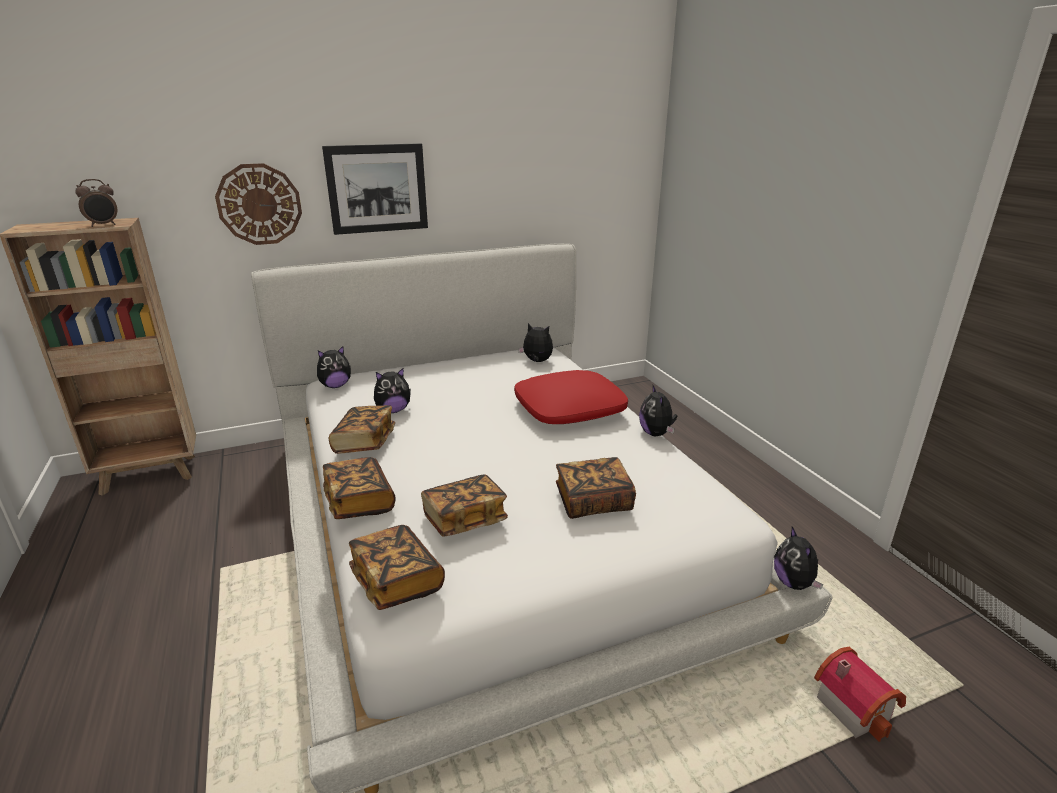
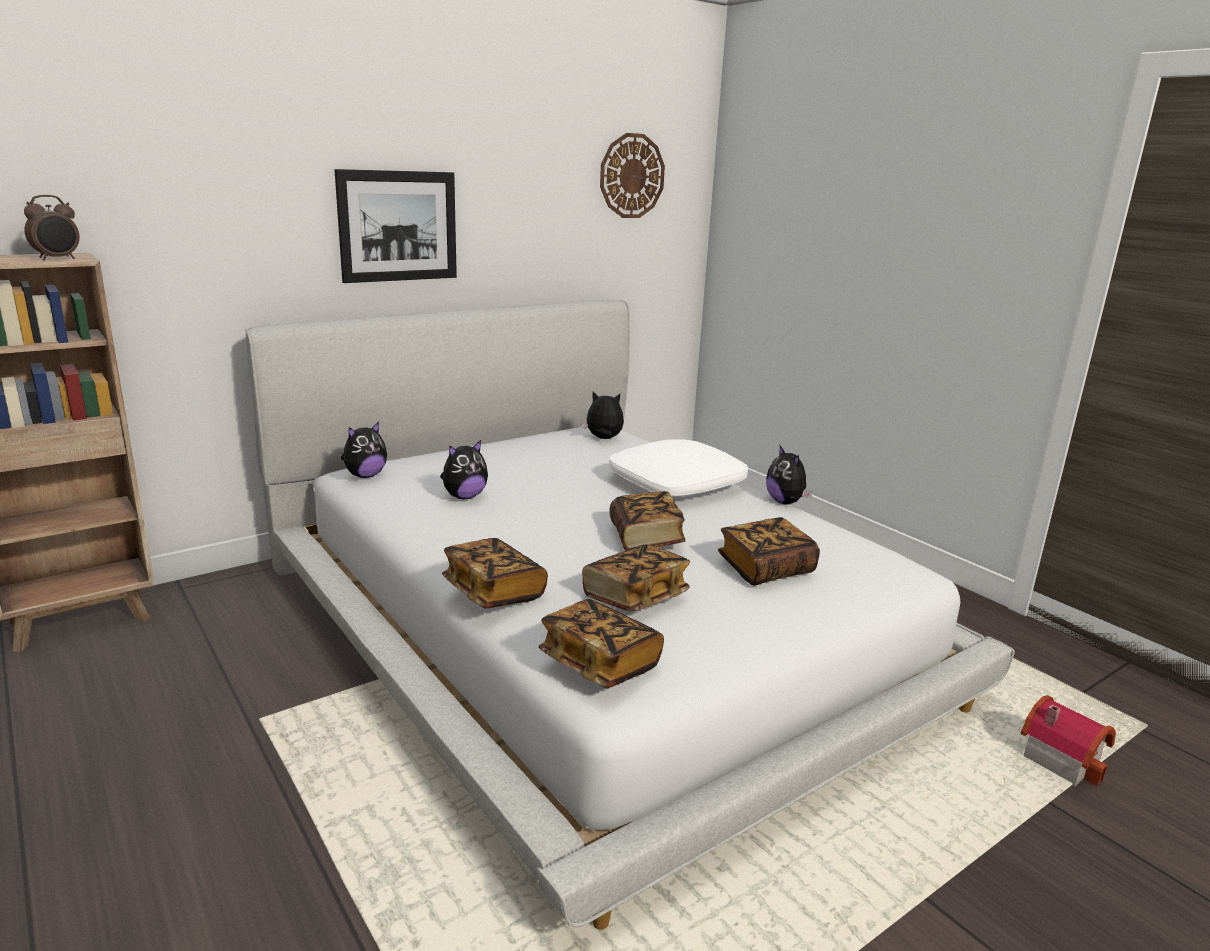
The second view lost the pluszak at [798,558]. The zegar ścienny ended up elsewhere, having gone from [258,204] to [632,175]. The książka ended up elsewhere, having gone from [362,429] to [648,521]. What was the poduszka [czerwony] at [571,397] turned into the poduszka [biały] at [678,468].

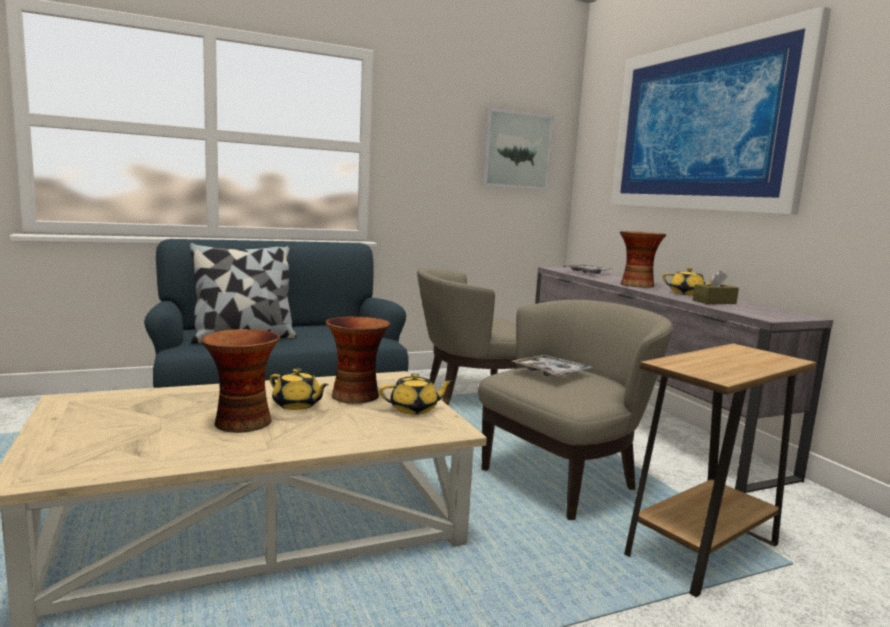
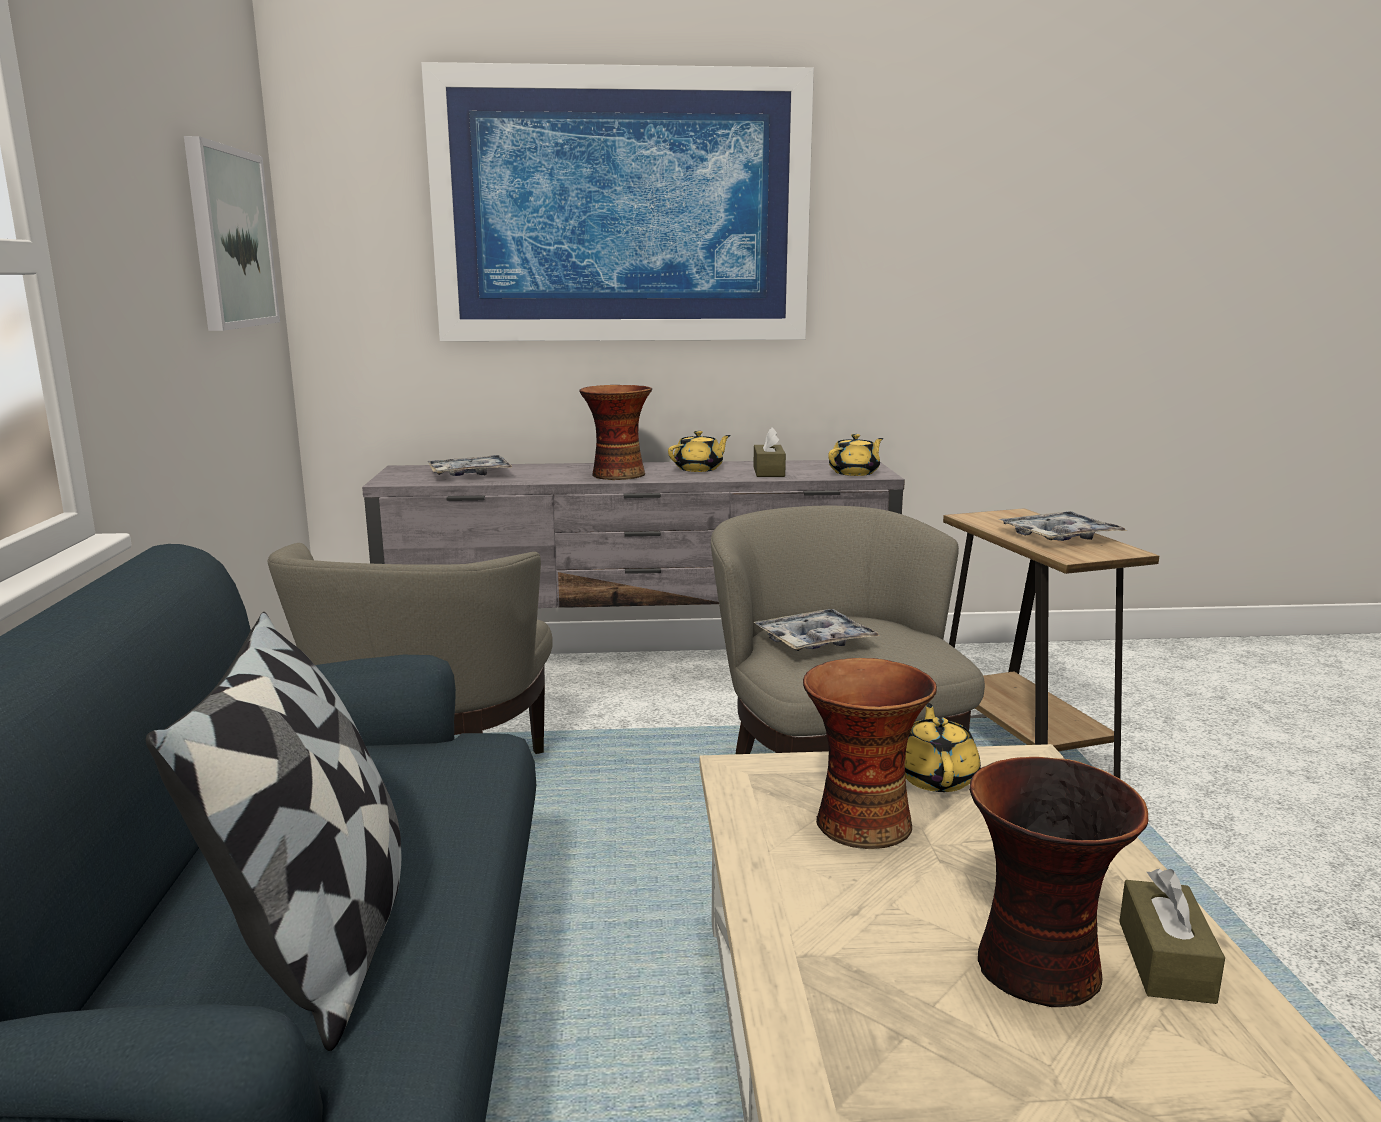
The second view gained the taca at [1062,526]. The second view gained the pudełko chusteczek [brązowy] at [1172,936]. The imbryk [żółty] ended up elsewhere, having gone from [299,389] to [855,455].

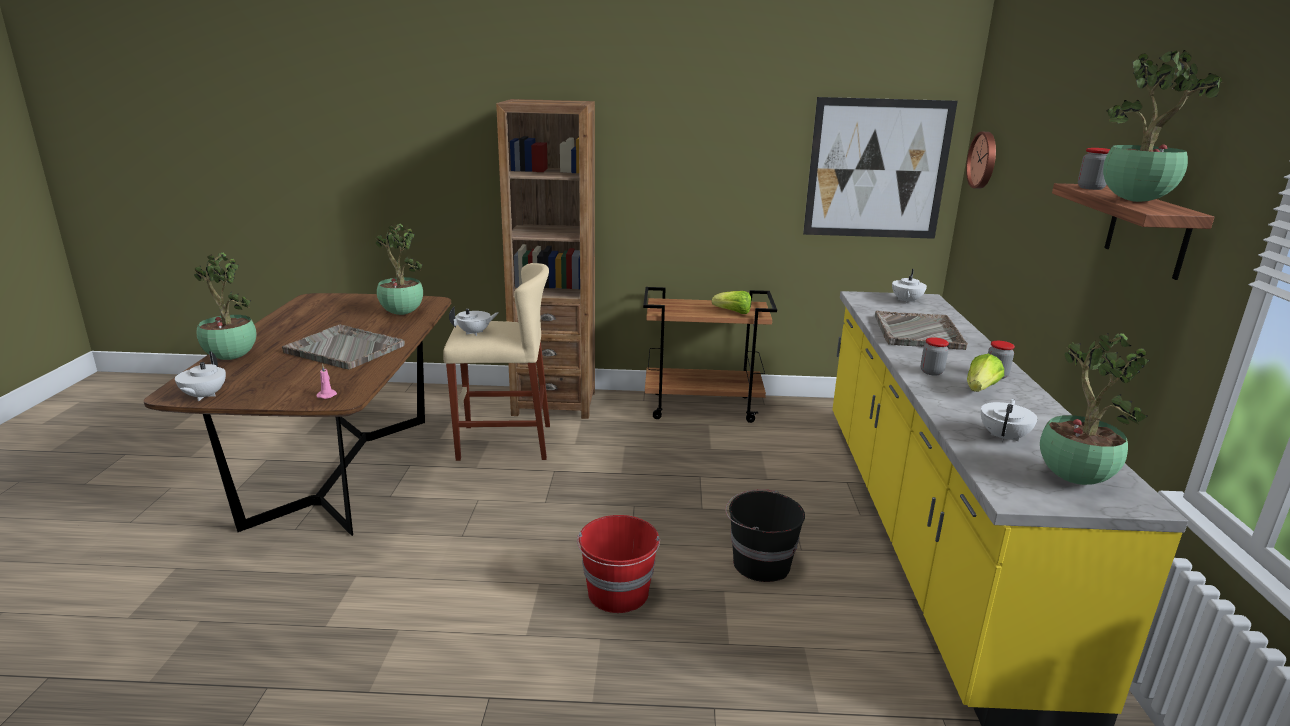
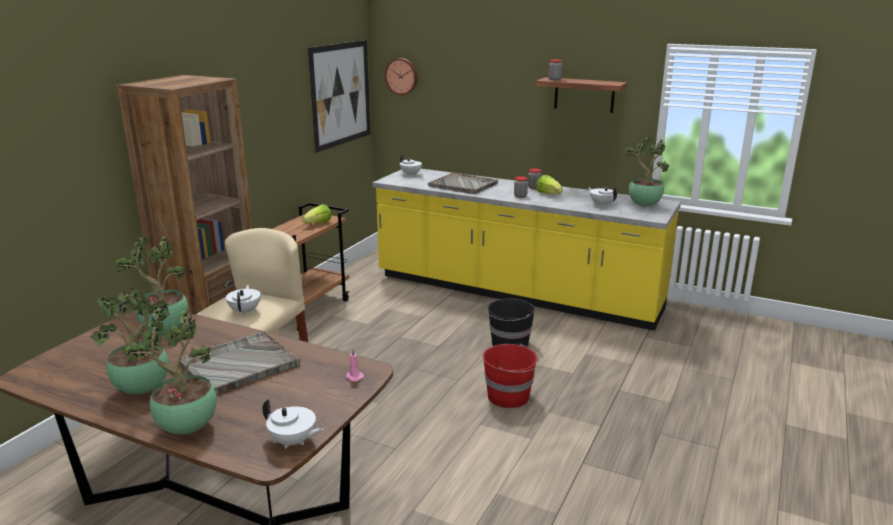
The roślina doniczkowa ended up elsewhere, having gone from [1163,126] to [130,341].

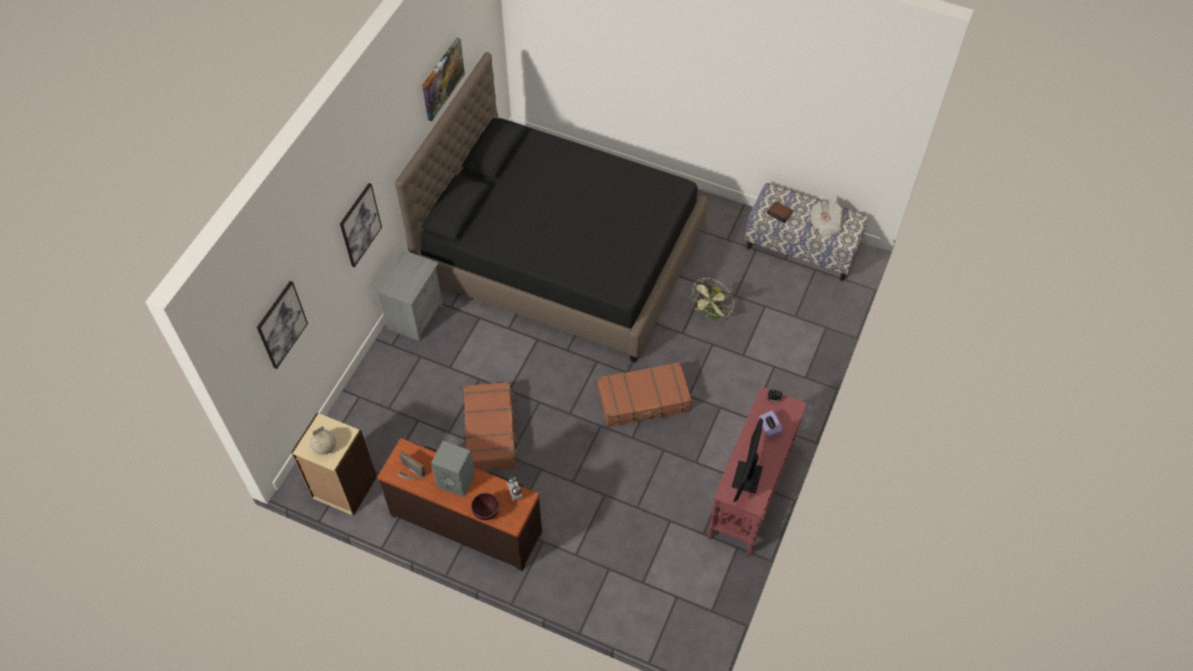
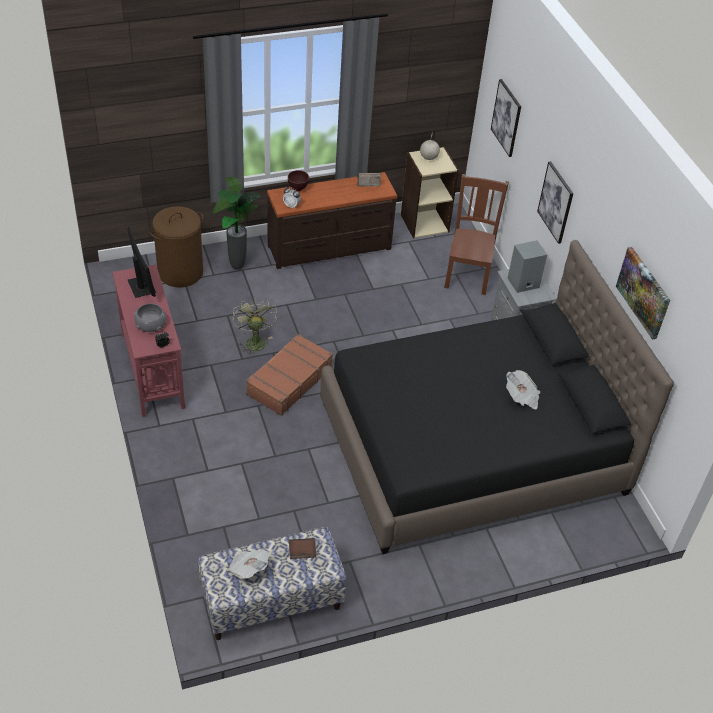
The second view lost the walizka [brązowy] at [491,426]. The second view gained the kosz na pranie [brązowy] at [176,247]. The second view gained the roślina doniczkowa at [237,223]. The second view gained the krzesło [brązowy] at [476,234]. The second view gained the gazeta at [523,390]. The głośnik [szary] ended up elsewhere, having gone from [453,469] to [527,266]. The wentylator [zielony] ended up elsewhere, having gone from [712,299] to [255,327]. Where the pudełko chusteczek [fioletowy] stood at [771,424], the miska [szary] came to stand at [149,318].

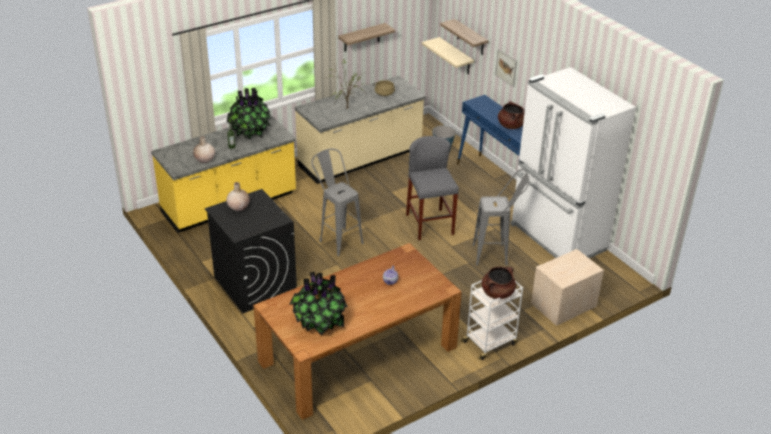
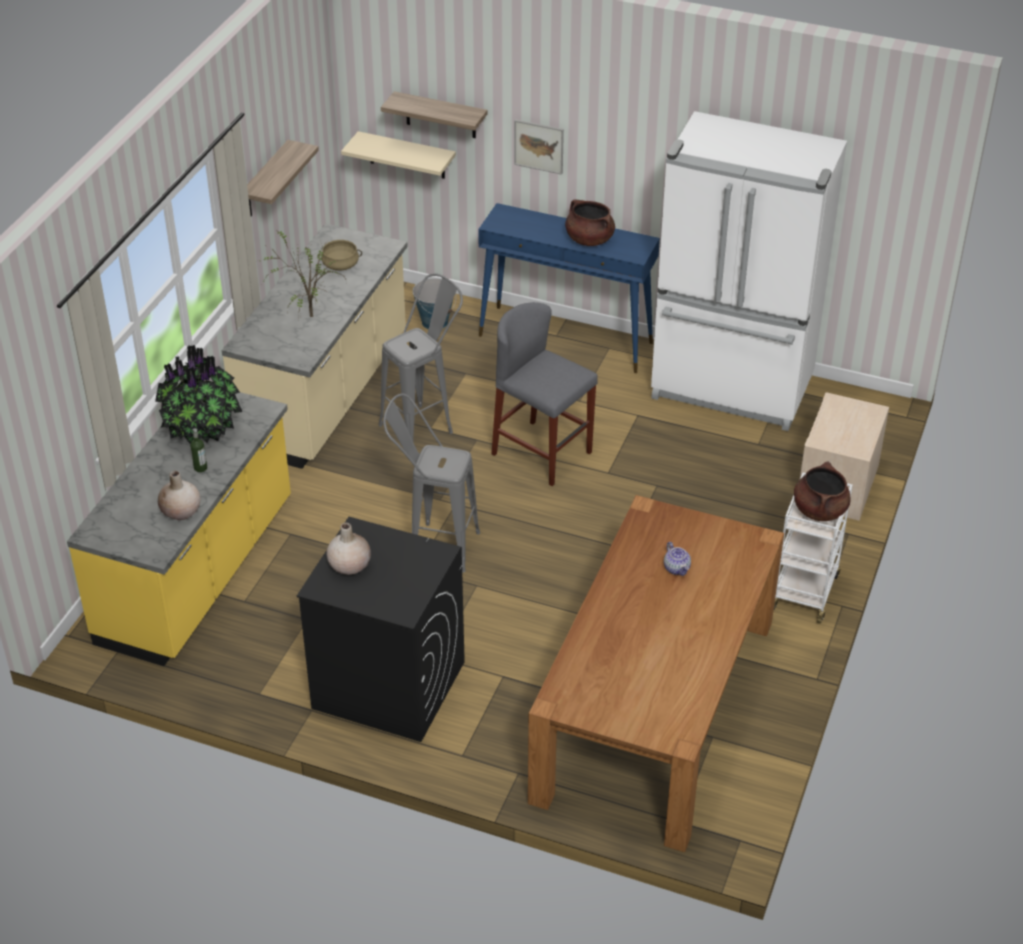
The second view lost the roślina doniczkowa at [318,303]. The stołek [szary] ended up elsewhere, having gone from [501,217] to [421,356].

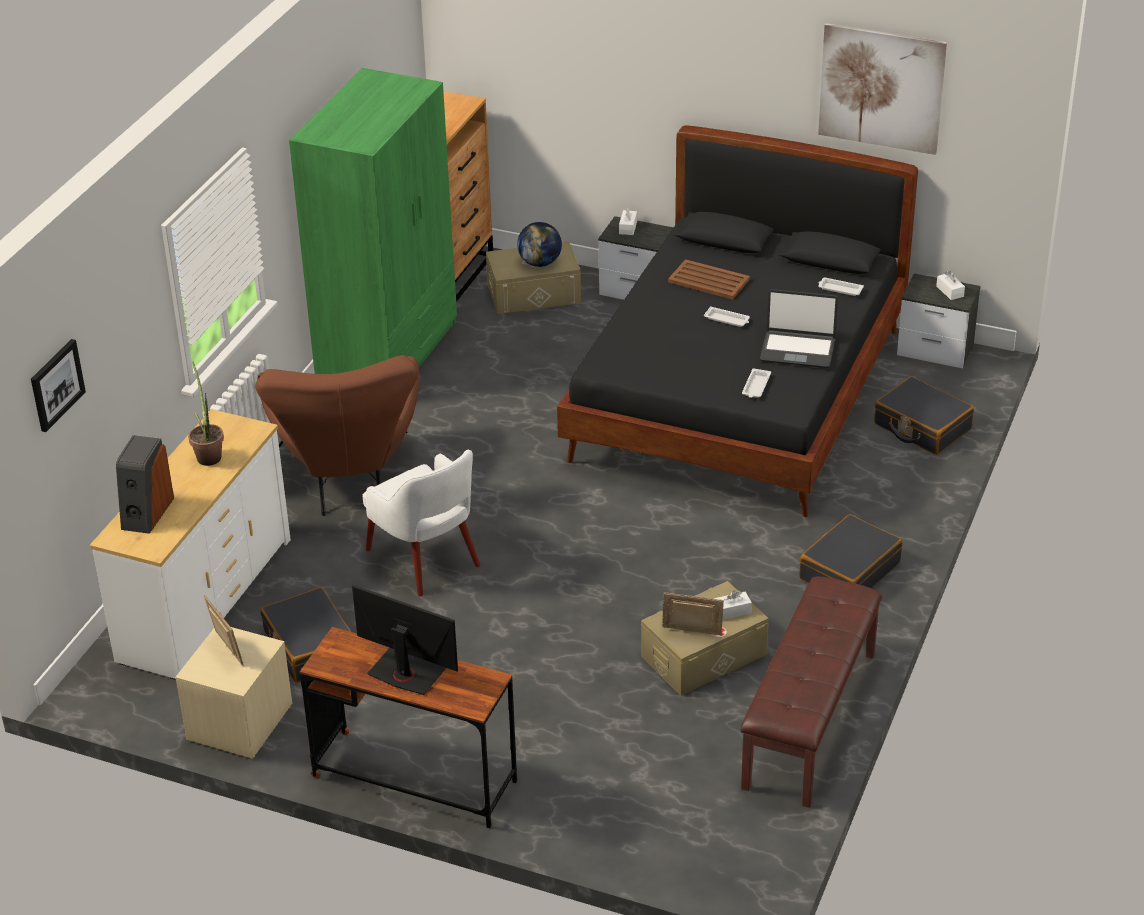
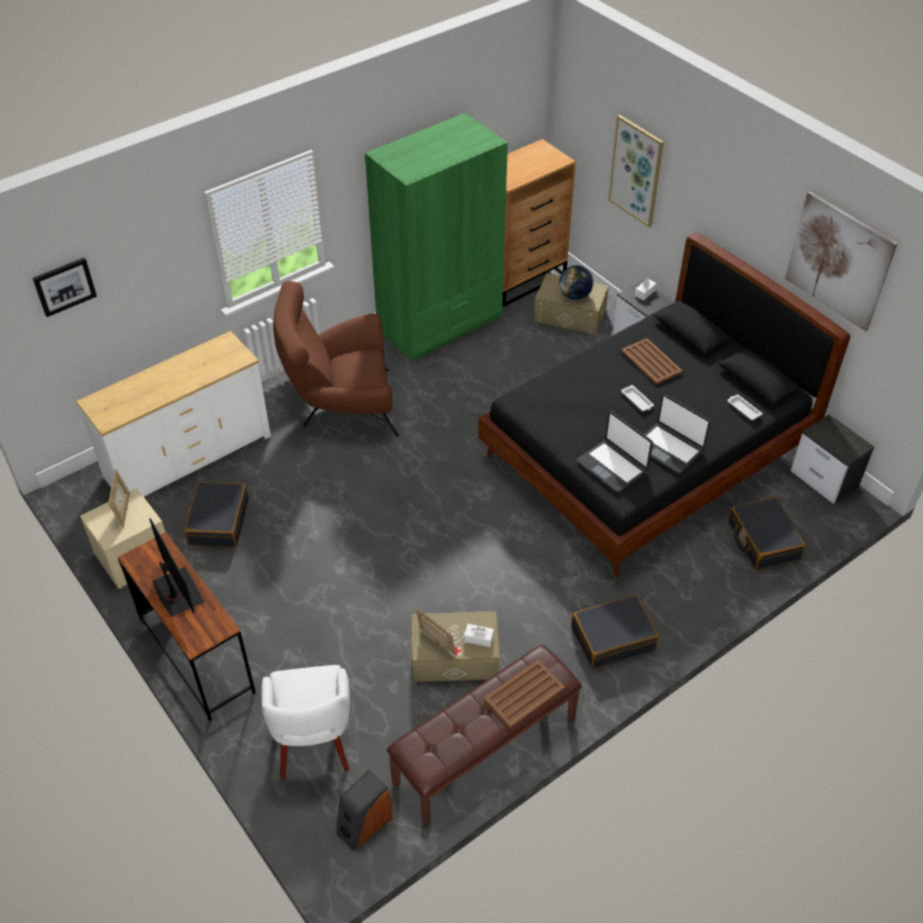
The second view lost the roślina doniczkowa at [206,414]. The second view lost the pudełko chusteczek [biały] at [950,285]. The second view gained the taca [brązowy] at [524,694]. The second view gained the obraz at [636,171]. The głośnik ended up elsewhere, having gone from [145,484] to [364,811]. The fotel [biały] ended up elsewhere, having gone from [421,523] to [305,722]. Where the taca [biały] stood at [756,383], the laptop came to stand at [615,452]. The fotel [brązowy] at [337,435] ended up facing another way, 60 degrees clockwise from before.

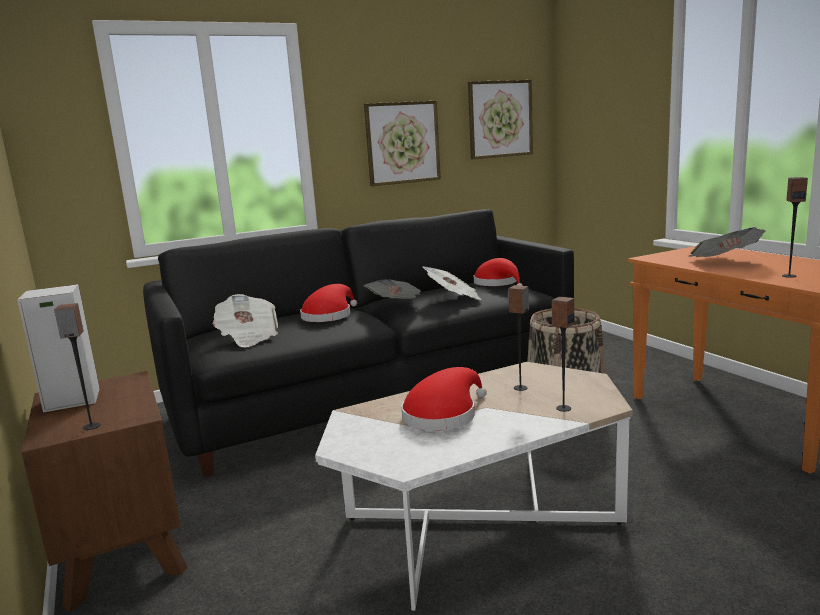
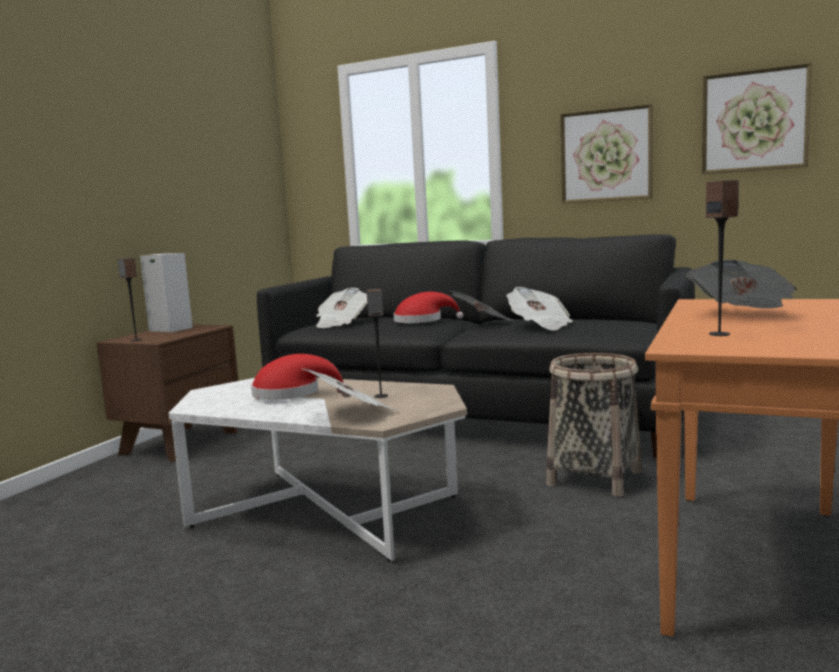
The second view lost the kapelusz [czerwony] at [498,272]. Where the głośnik stood at [563,354], the gazeta came to stand at [348,389].

